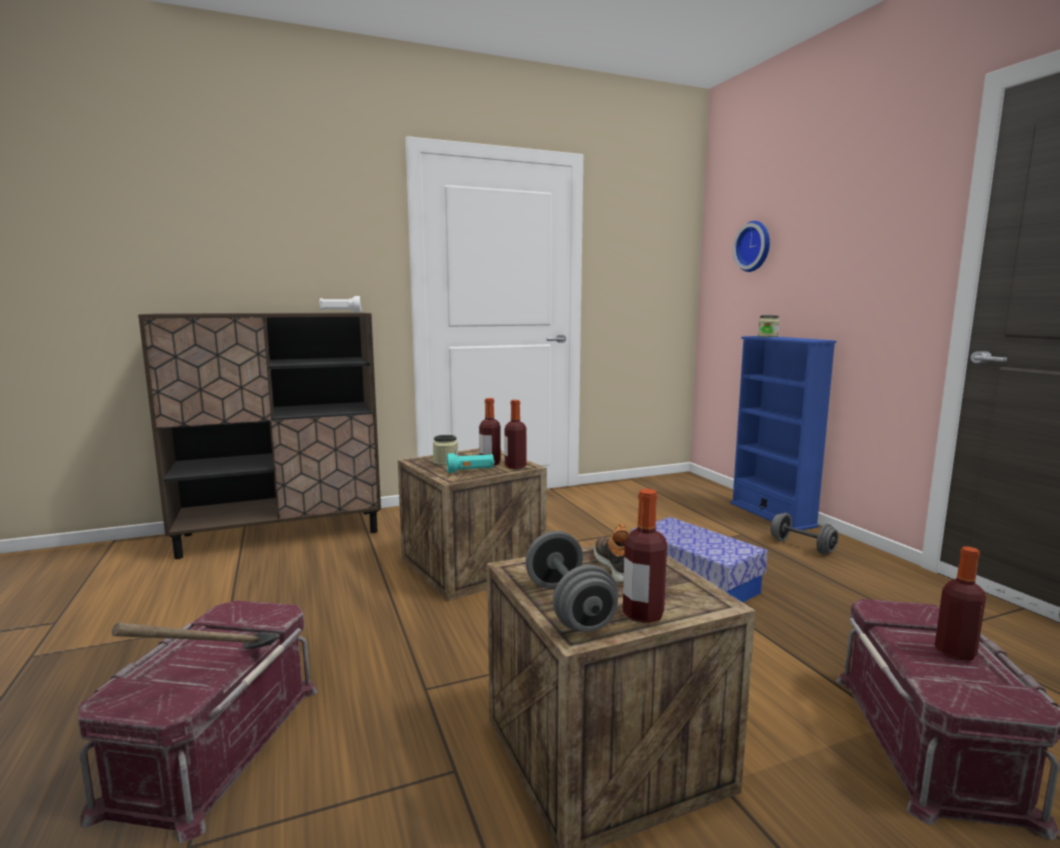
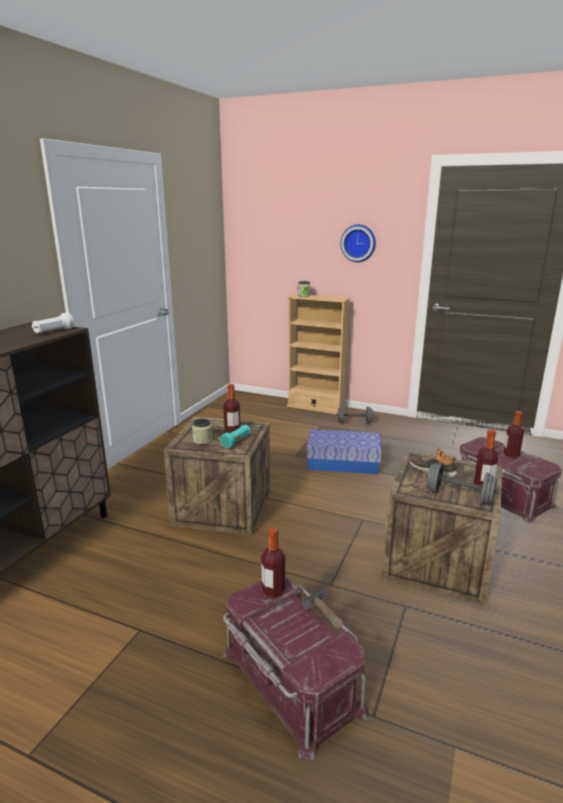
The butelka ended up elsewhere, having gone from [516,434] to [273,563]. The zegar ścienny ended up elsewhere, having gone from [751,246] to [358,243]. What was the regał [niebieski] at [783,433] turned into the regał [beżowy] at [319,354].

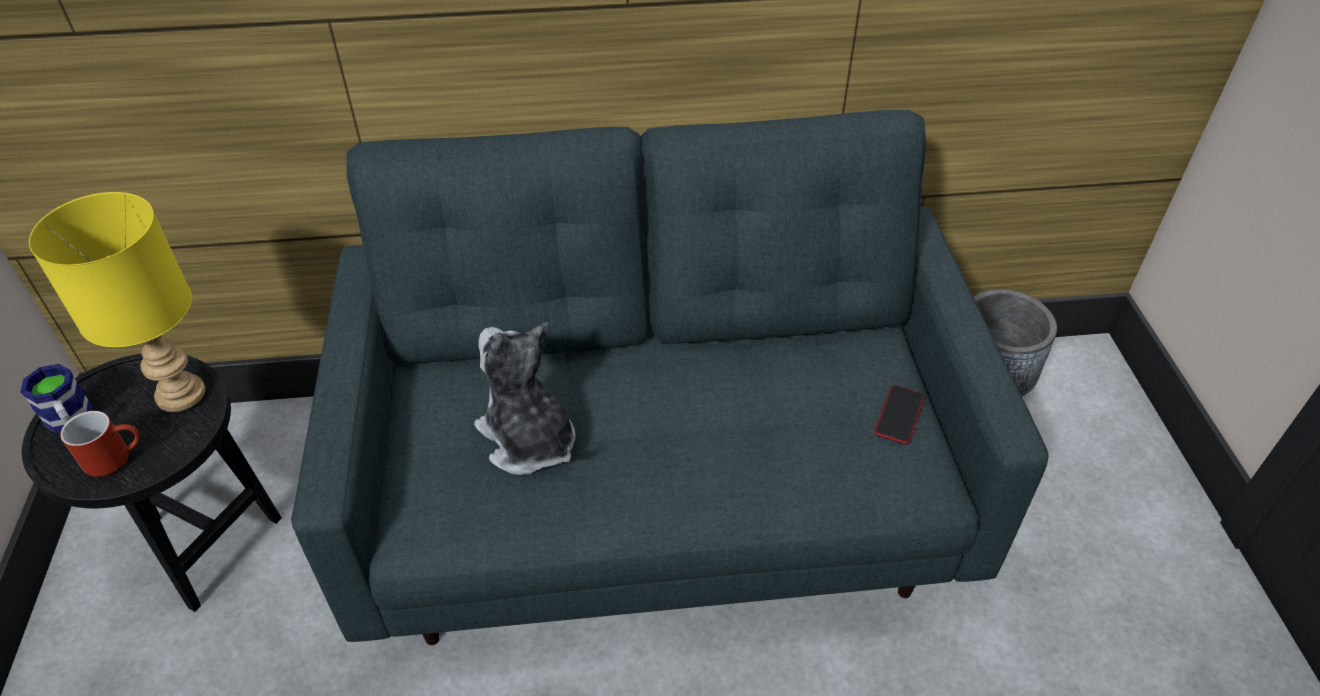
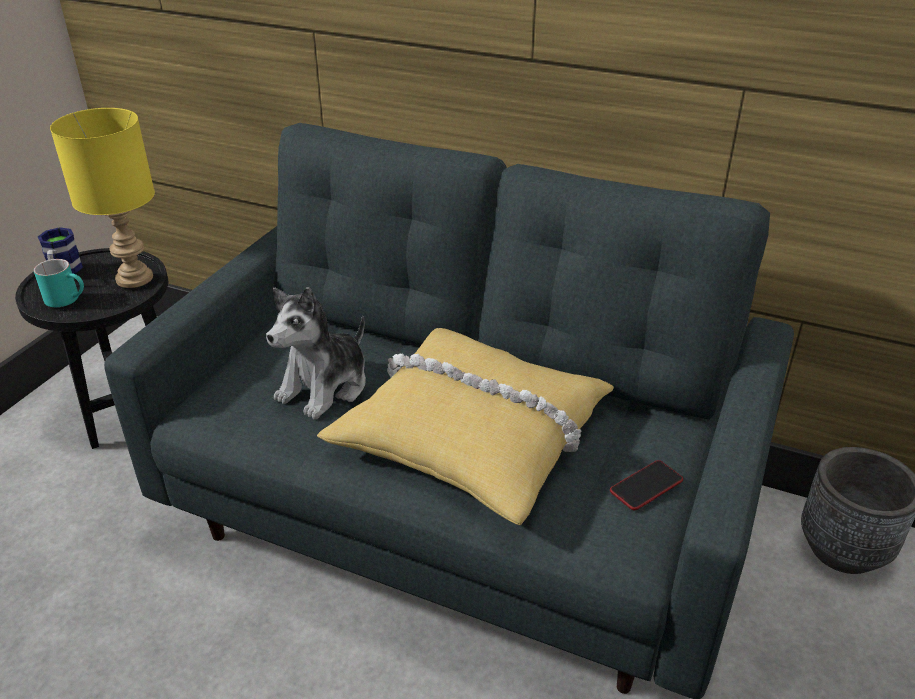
The second view gained the poduszka [żółty] at [465,426]. What was the kubek [czerwony] at [100,444] turned into the kubek [turkusowy] at [59,283]. The pluszak at [525,398] ended up facing another way, 135 degrees counterclockwise from before.

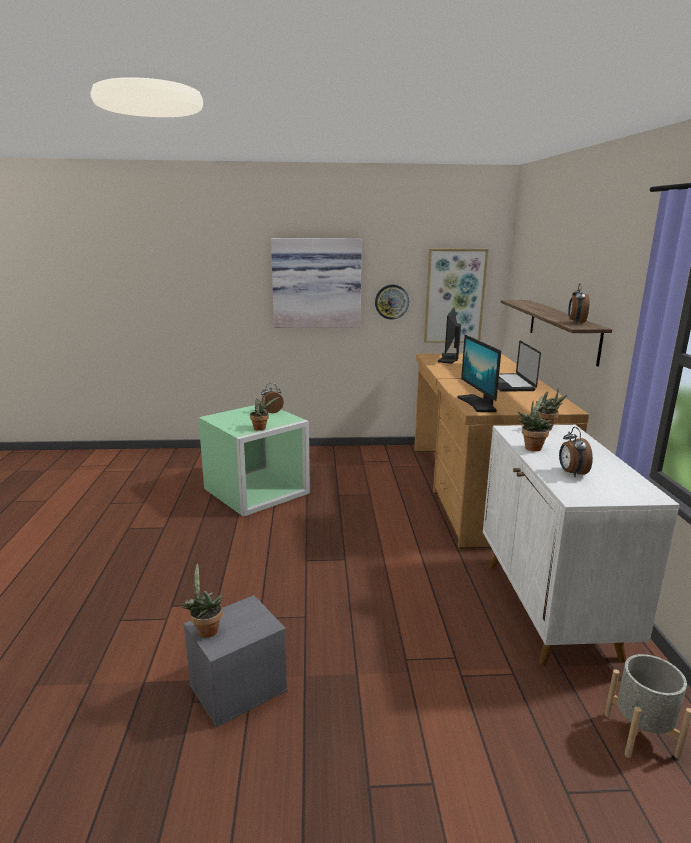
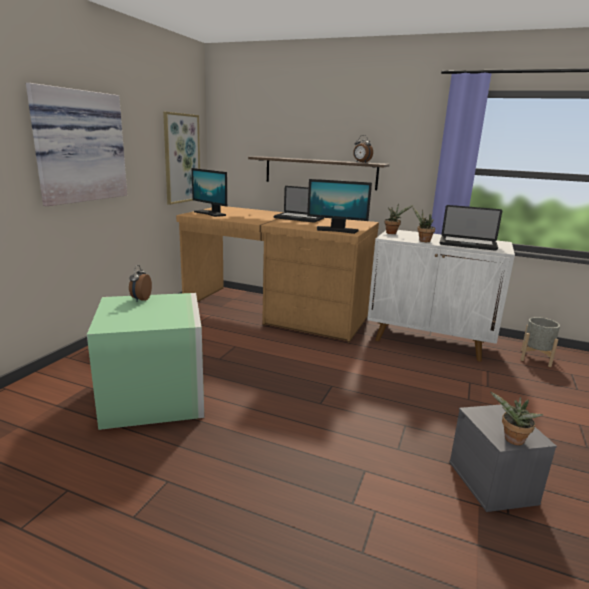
The second view lost the roślina doniczkowa at [264,412]. The second view lost the zegar ścienny at [392,302]. Where the budzik stood at [576,452], the laptop came to stand at [471,228].

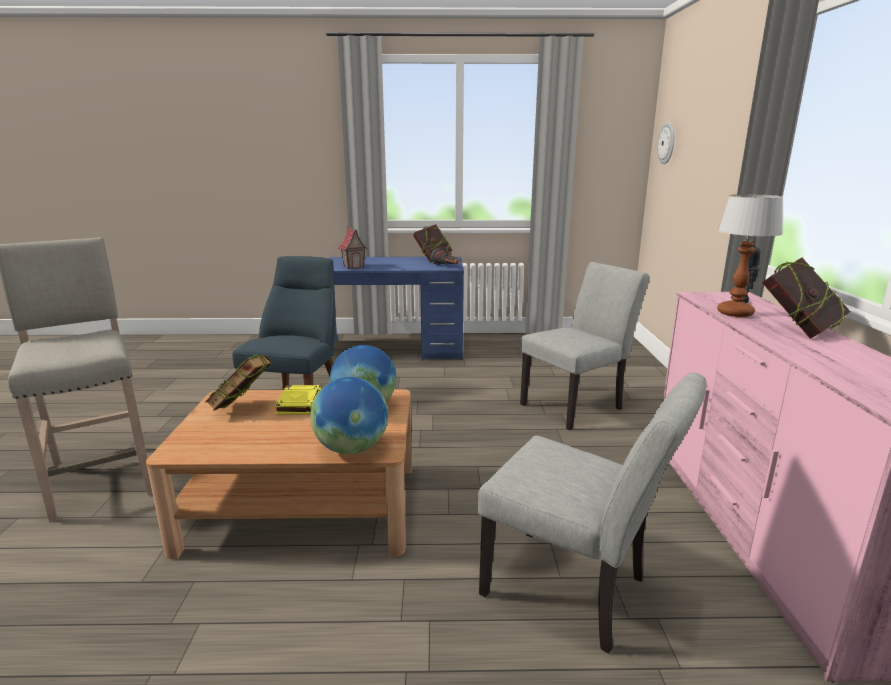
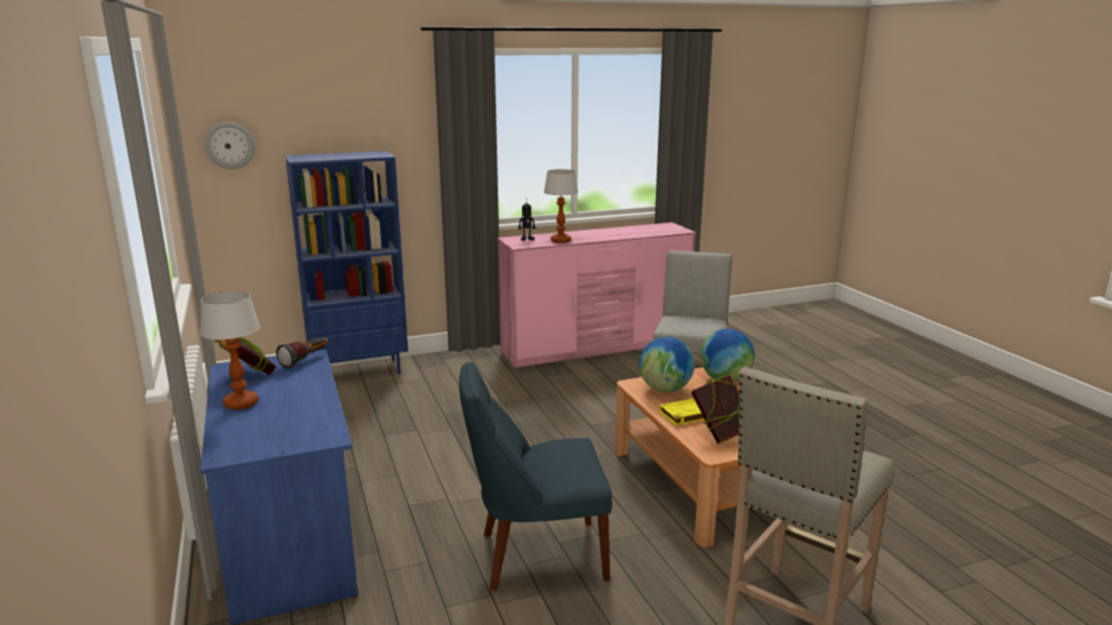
The second view lost the domek at [353,247]. The second view lost the krzesło [szary] at [585,346]. The second view lost the książka at [806,298]. The second view gained the lampa stołowa at [230,350]. The second view gained the regał [niebieski] at [346,262].

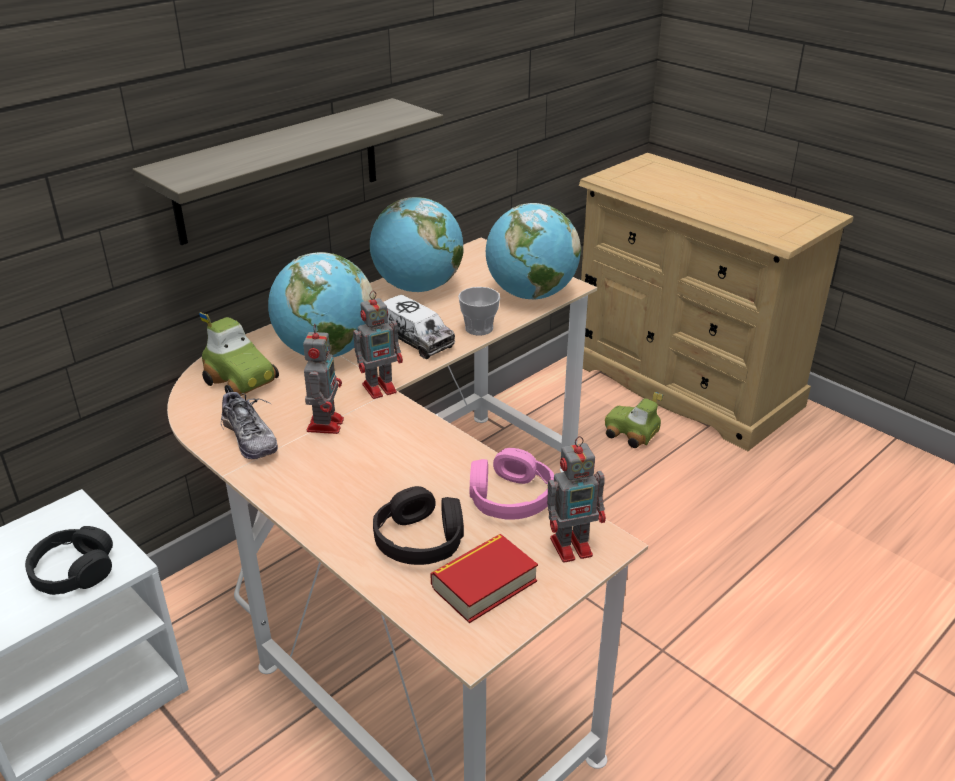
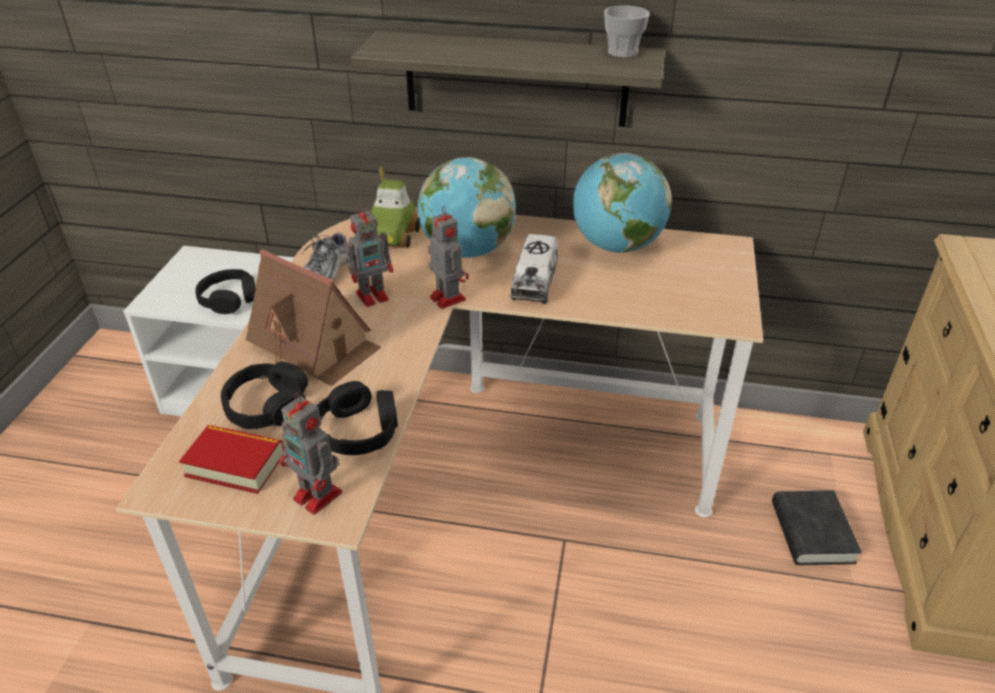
The second view lost the globus at [533,251]. The second view gained the domek at [313,317]. The filiżanka ended up elsewhere, having gone from [479,311] to [626,31]. Where the samochodzik stood at [634,420], the książka [czarny] came to stand at [817,527]. What was the słuchawki [różowy] at [512,484] turned into the słuchawki [czarny] at [357,418]. The robot zabawkowy at [378,345] ended up facing another way, 150 degrees counterclockwise from before.

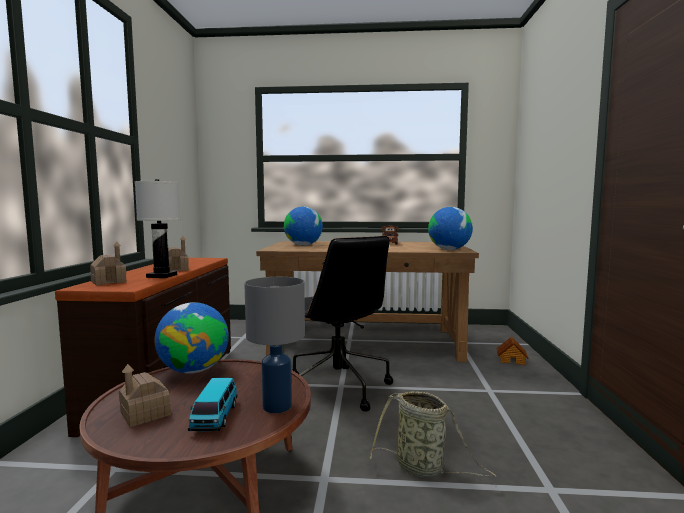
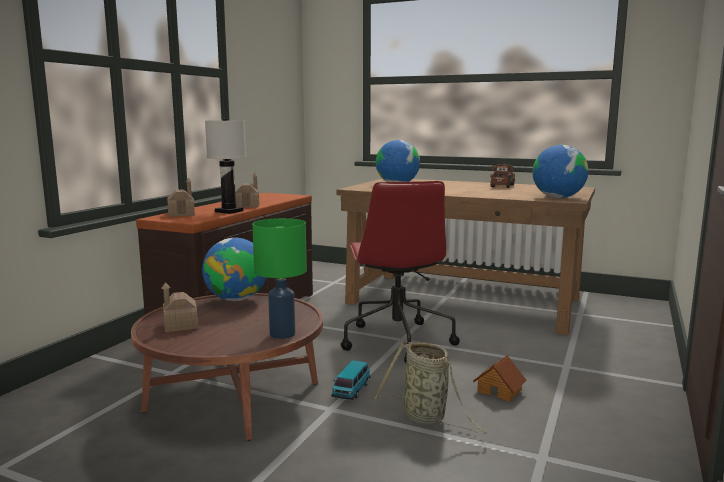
The samochodzik ended up elsewhere, having gone from [213,404] to [350,380]. The domek ended up elsewhere, having gone from [512,350] to [500,378]. What was the lampa stołowa [szary] at [274,345] turned into the lampa stołowa [zielony] at [279,278]. What was the krzesło biurowe [czarny] at [342,323] turned into the krzesło biurowe [czerwony] at [400,272].

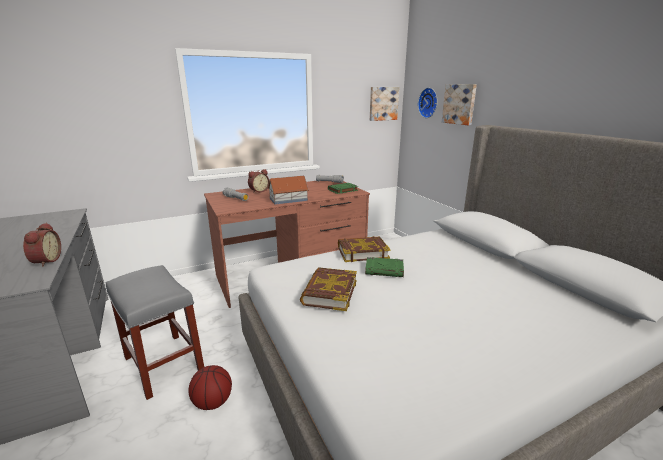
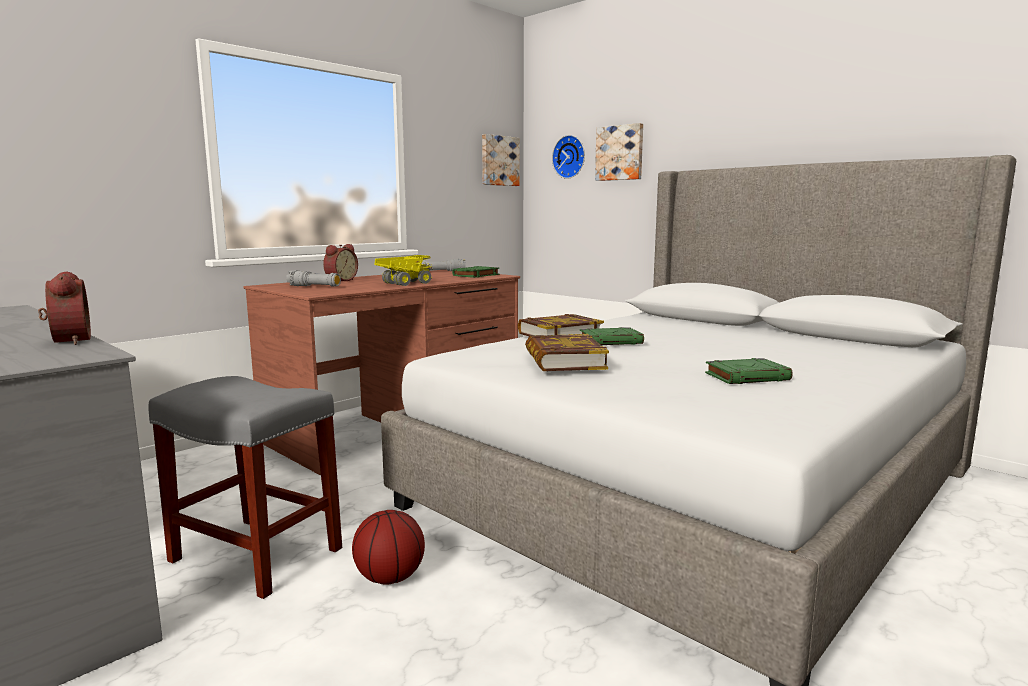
The second view gained the książka [zielony] at [749,371]. Where the domek stood at [288,190], the ciężarówka zabawkowa came to stand at [403,270].

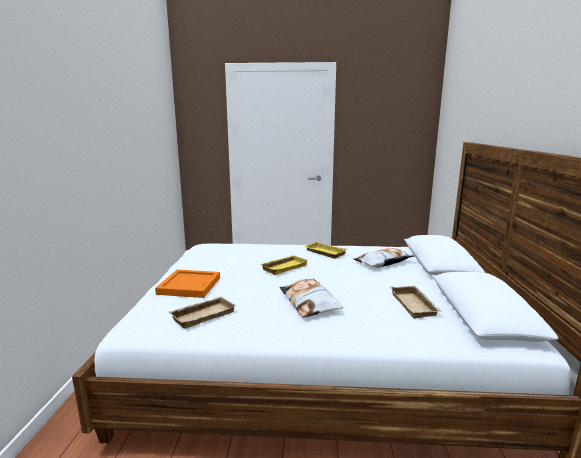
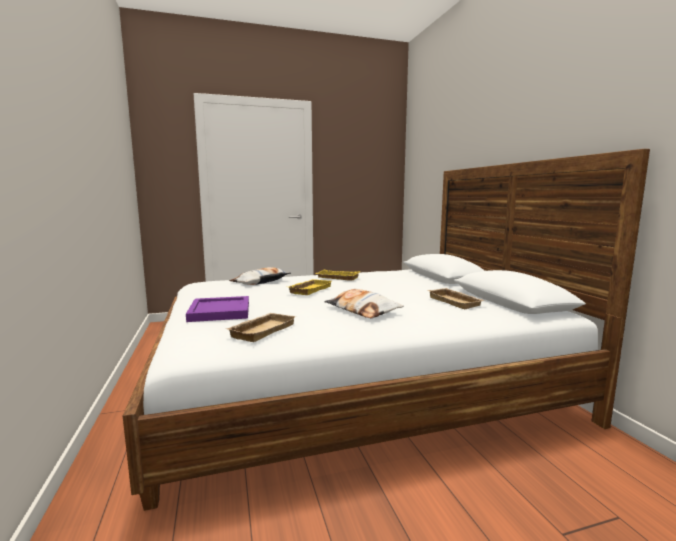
The poduszka ended up elsewhere, having gone from [383,257] to [260,276]. What was the taca [pomarańczowy] at [187,283] turned into the taca [fioletowy] at [217,309].

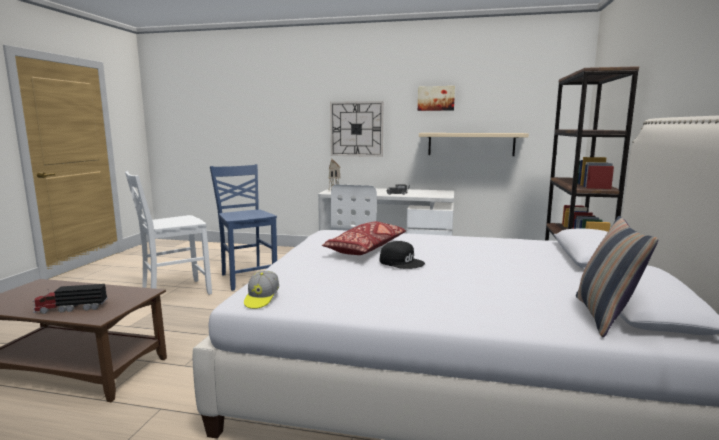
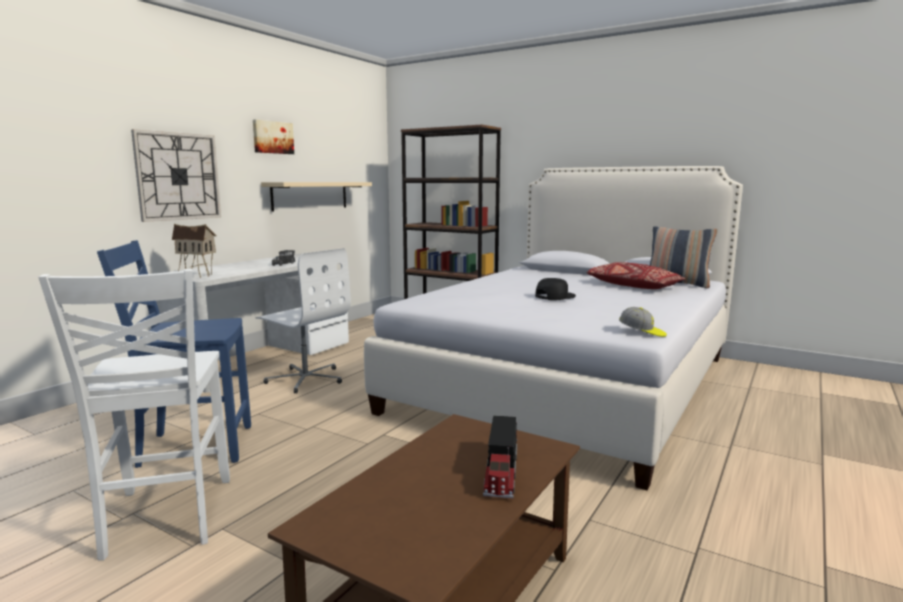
The poduszka [czerwony] ended up elsewhere, having gone from [364,238] to [635,275].

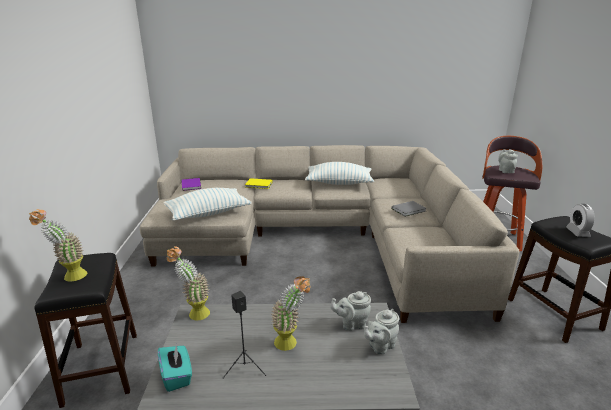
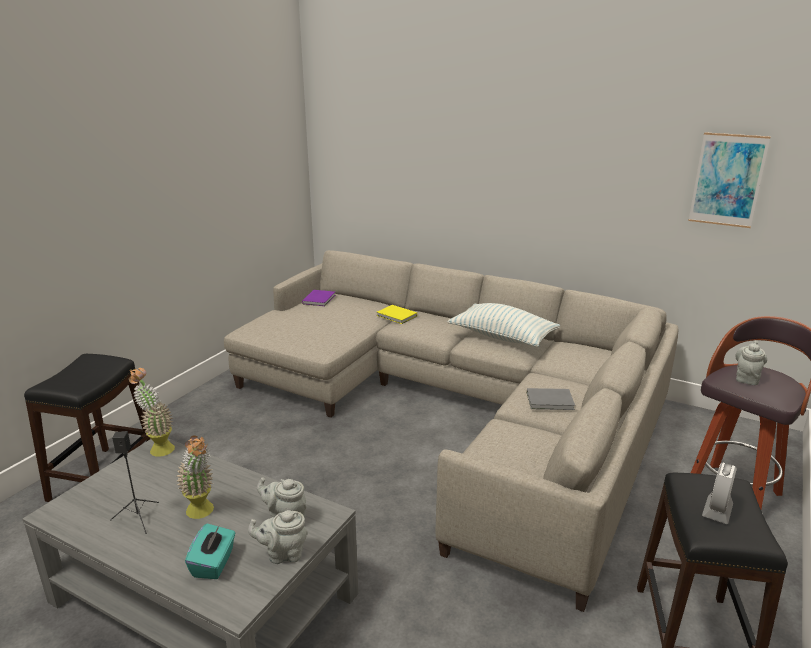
The second view lost the roślina doniczkowa at [58,245]. The second view lost the poduszka at [208,204]. The second view gained the obraz at [729,180]. The pudełko chusteczek [turkusowy] ended up elsewhere, having gone from [175,368] to [210,551].

